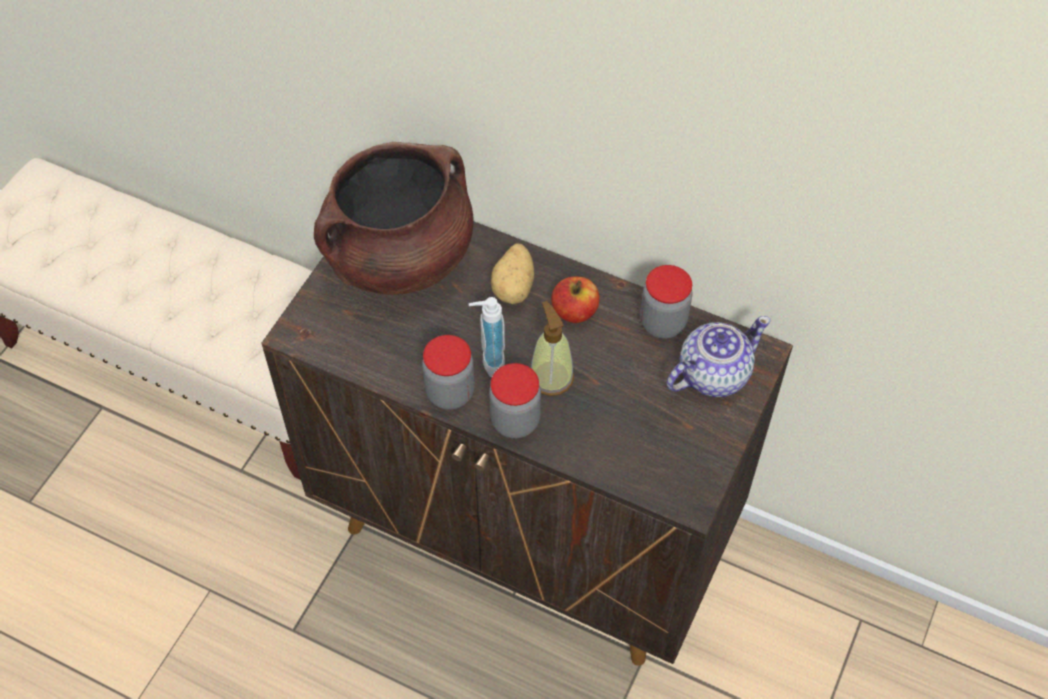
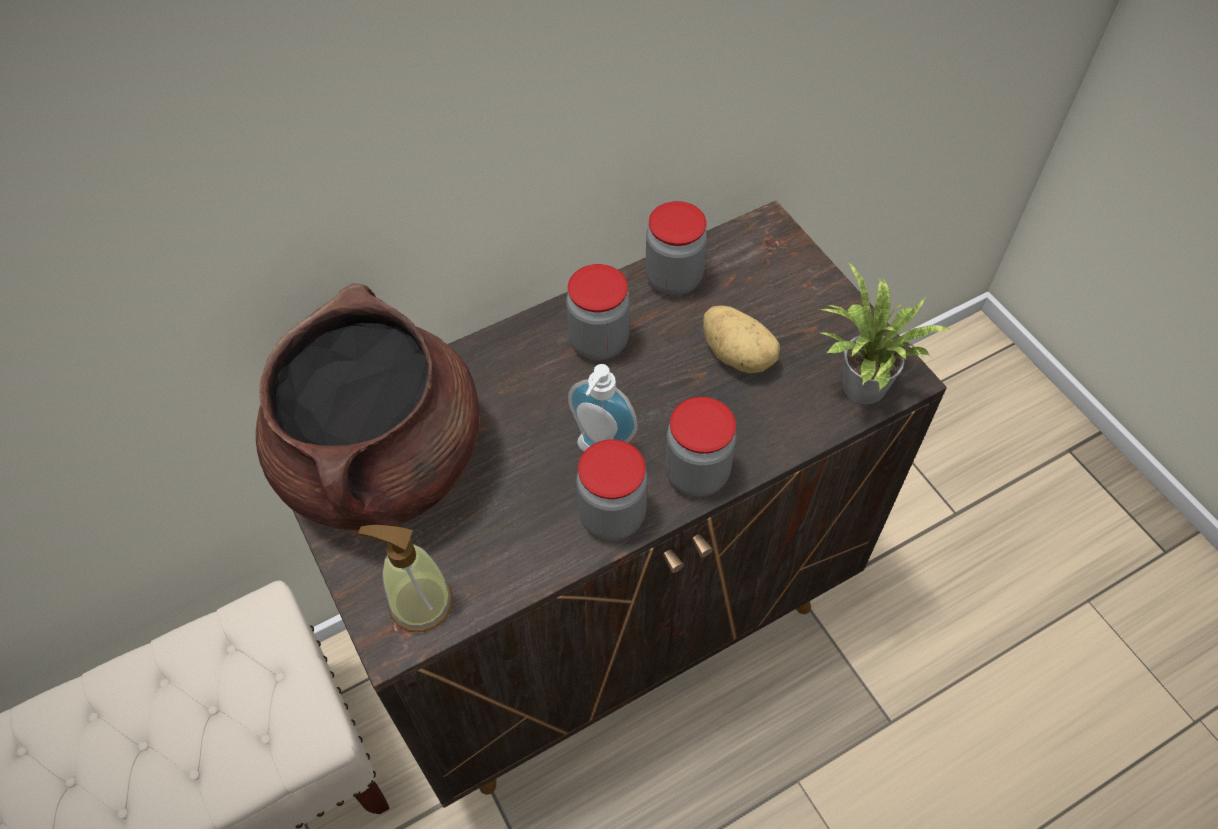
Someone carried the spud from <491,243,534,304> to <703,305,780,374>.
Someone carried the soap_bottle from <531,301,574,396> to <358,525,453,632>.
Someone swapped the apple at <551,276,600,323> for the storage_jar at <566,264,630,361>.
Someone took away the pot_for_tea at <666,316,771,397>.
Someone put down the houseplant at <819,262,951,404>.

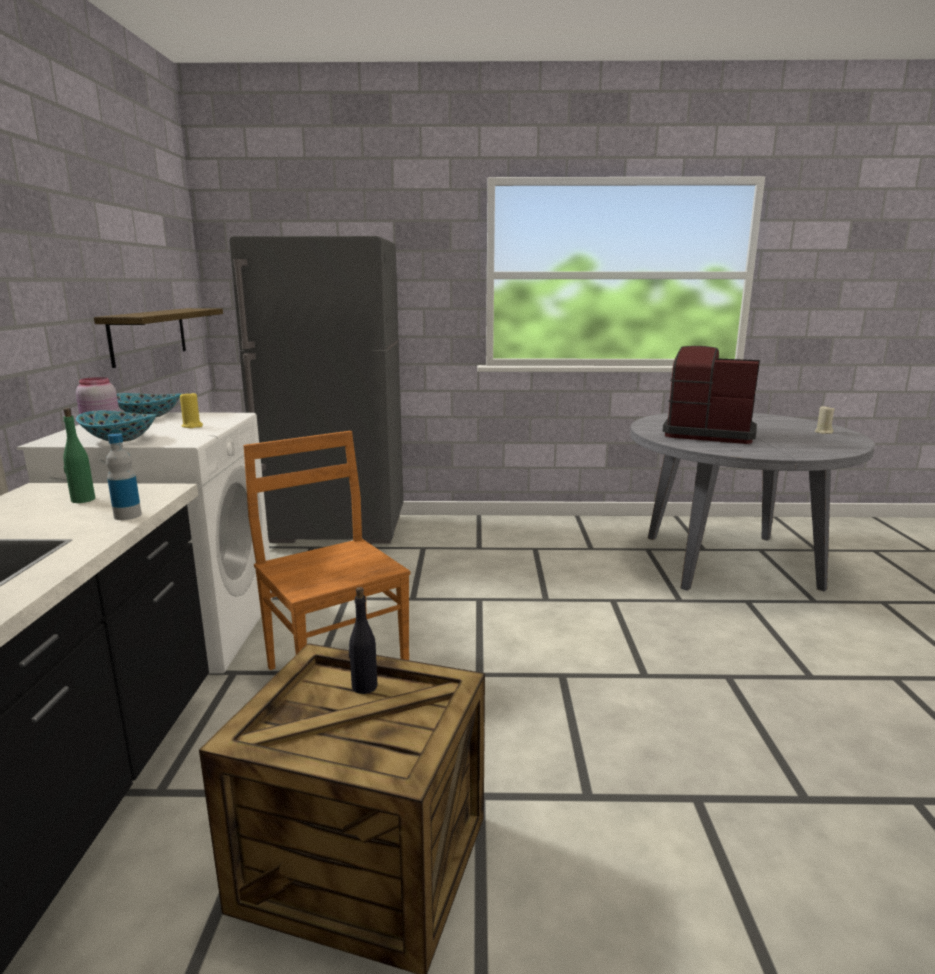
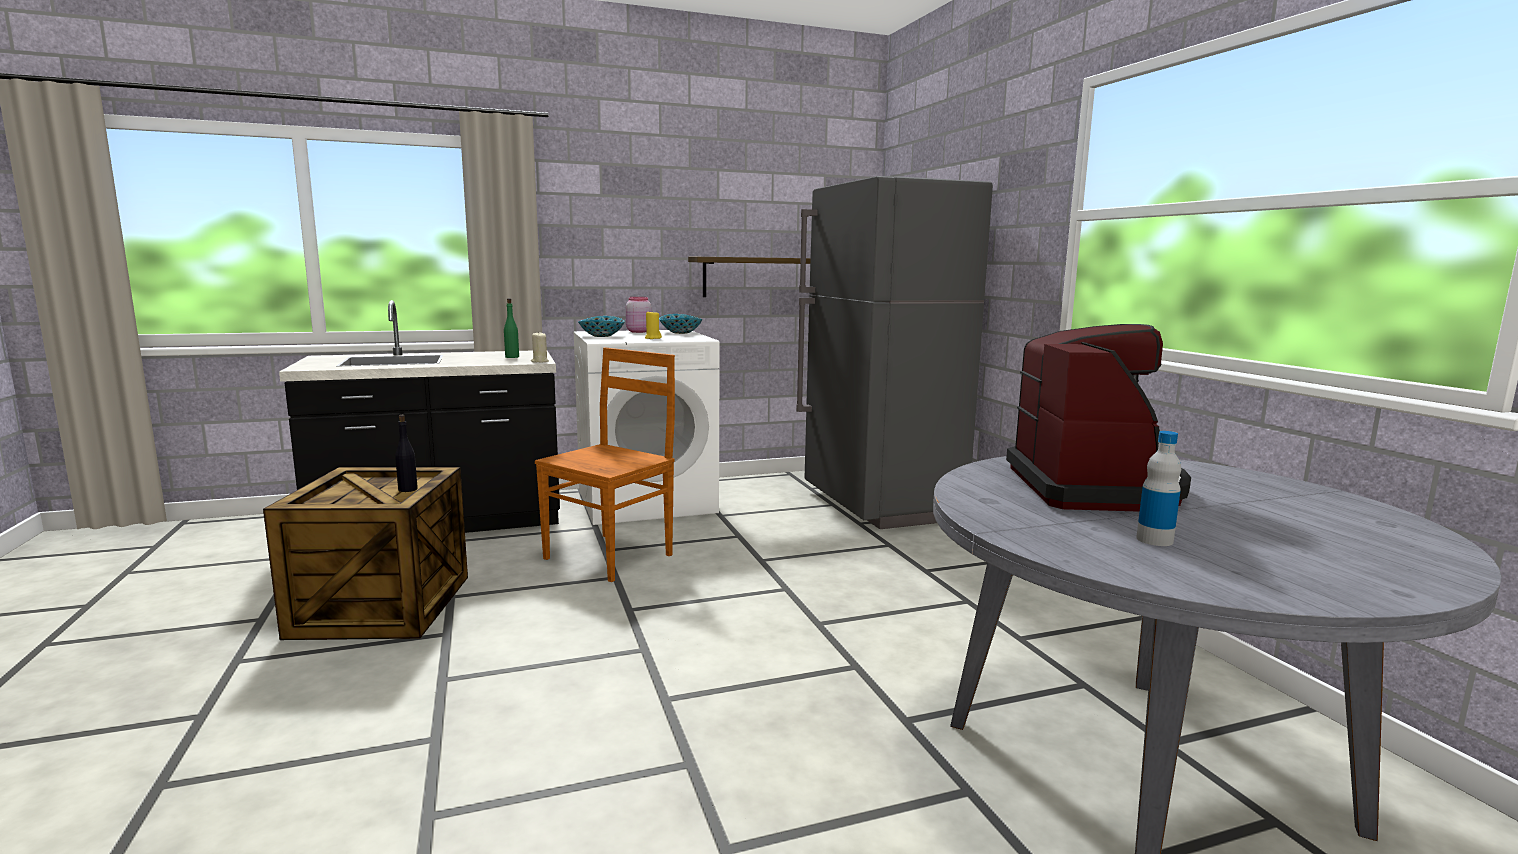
Someone carried the beverage_bottle from <106,433,142,520> to <1136,431,1181,546>.
Someone carried the sand-coloured_candle from <815,406,835,434> to <531,331,549,363>.

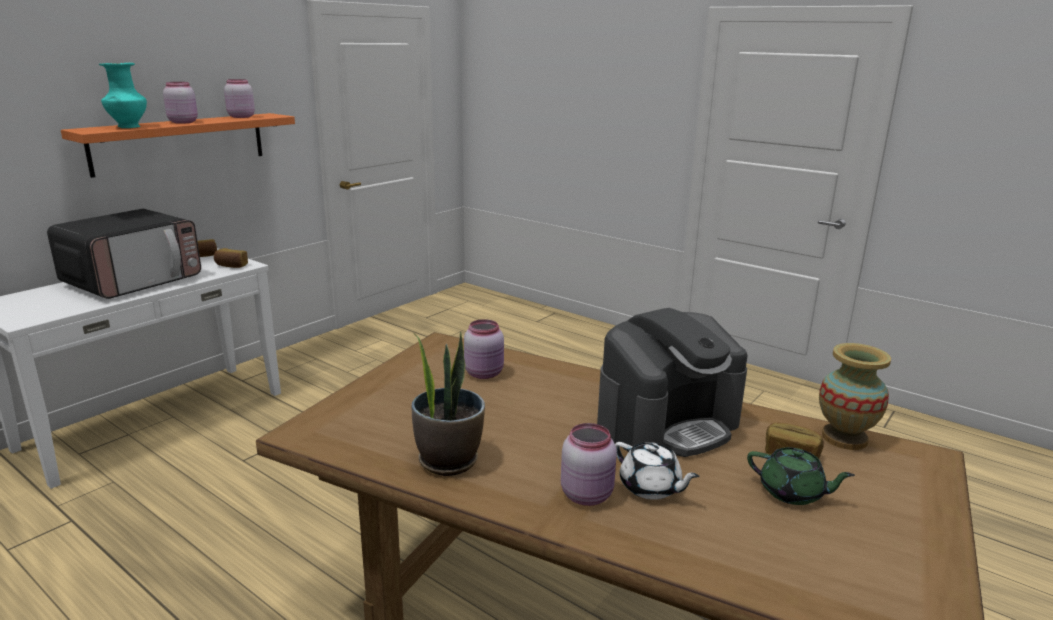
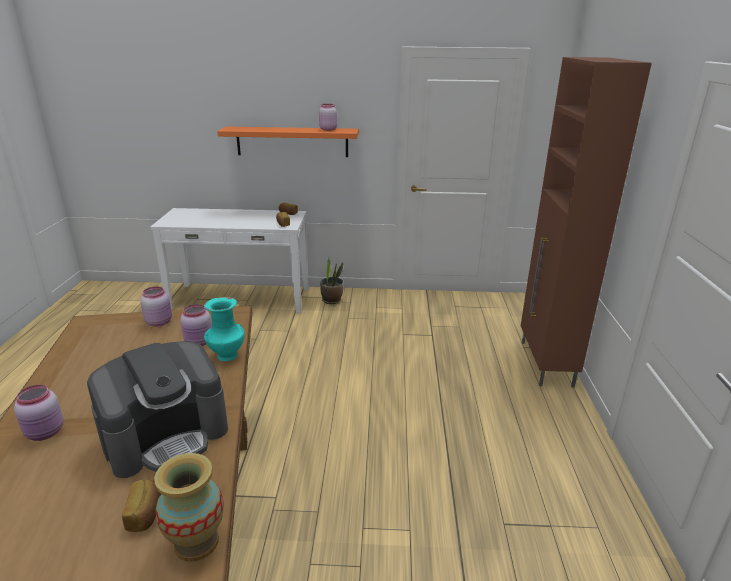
Someone took away the microwave at <47,209,201,299>.
Someone carried the turquoise-coloured_decorative_vase from <99,63,147,128> to <204,297,245,361>.
Someone carried the pink_storage_jar from <163,82,198,124> to <140,286,172,327>.
Someone carried the houseplant from <412,332,485,476> to <320,257,344,304>.
Someone rotated the coffee_machine at <597,308,748,457> by 60 degrees counterclockwise.
Someone took away the white_pot_for_tea at <615,442,700,500>.
Someone took away the green_pot_for_tea at <747,447,855,505>.
Someone put down the brownish_cupboard at <521,57,652,388>.

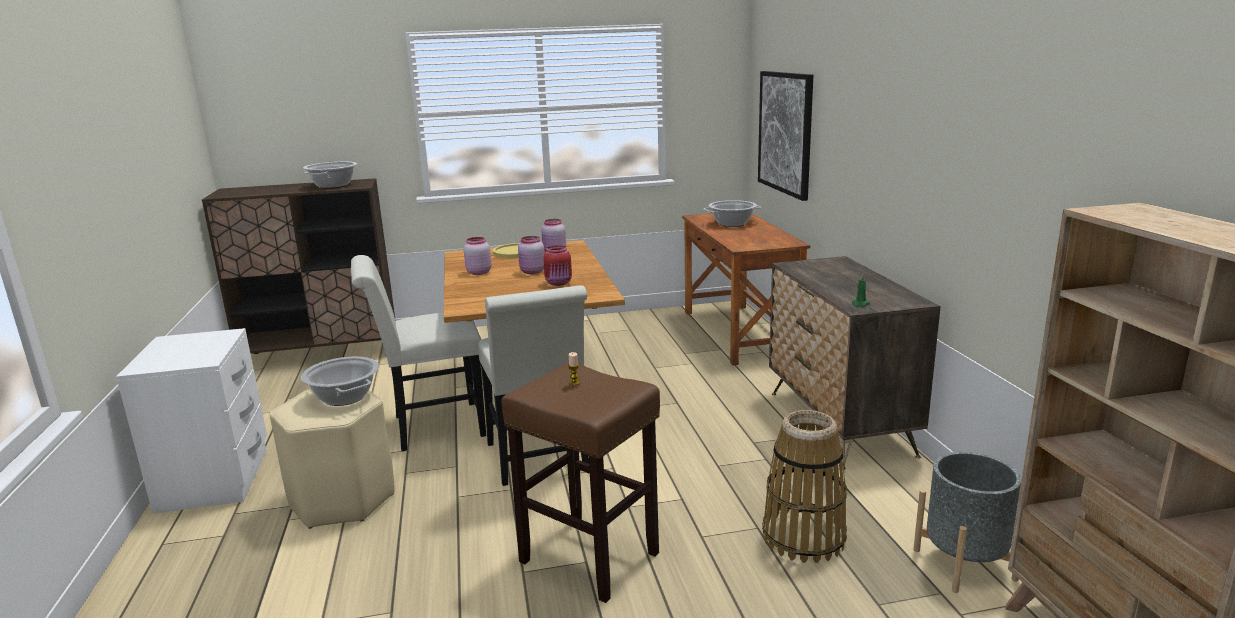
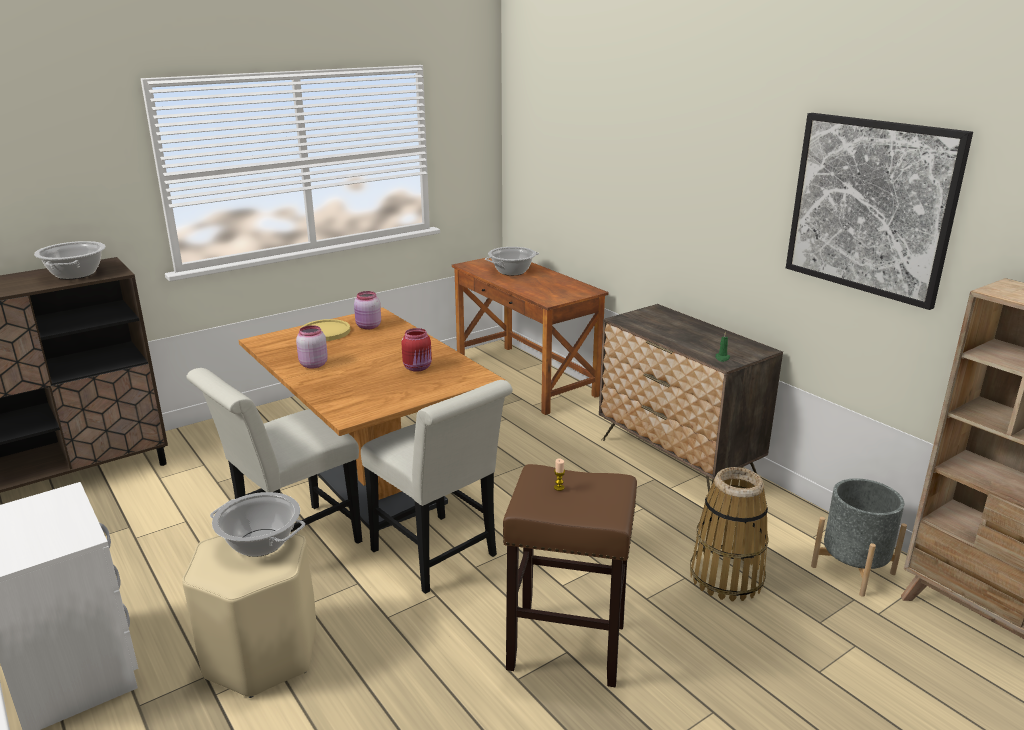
Someone took away the pink_storage_jar at <518,236,545,274>.
Someone carried the wall_art from <758,71,813,201> to <786,113,973,310>.

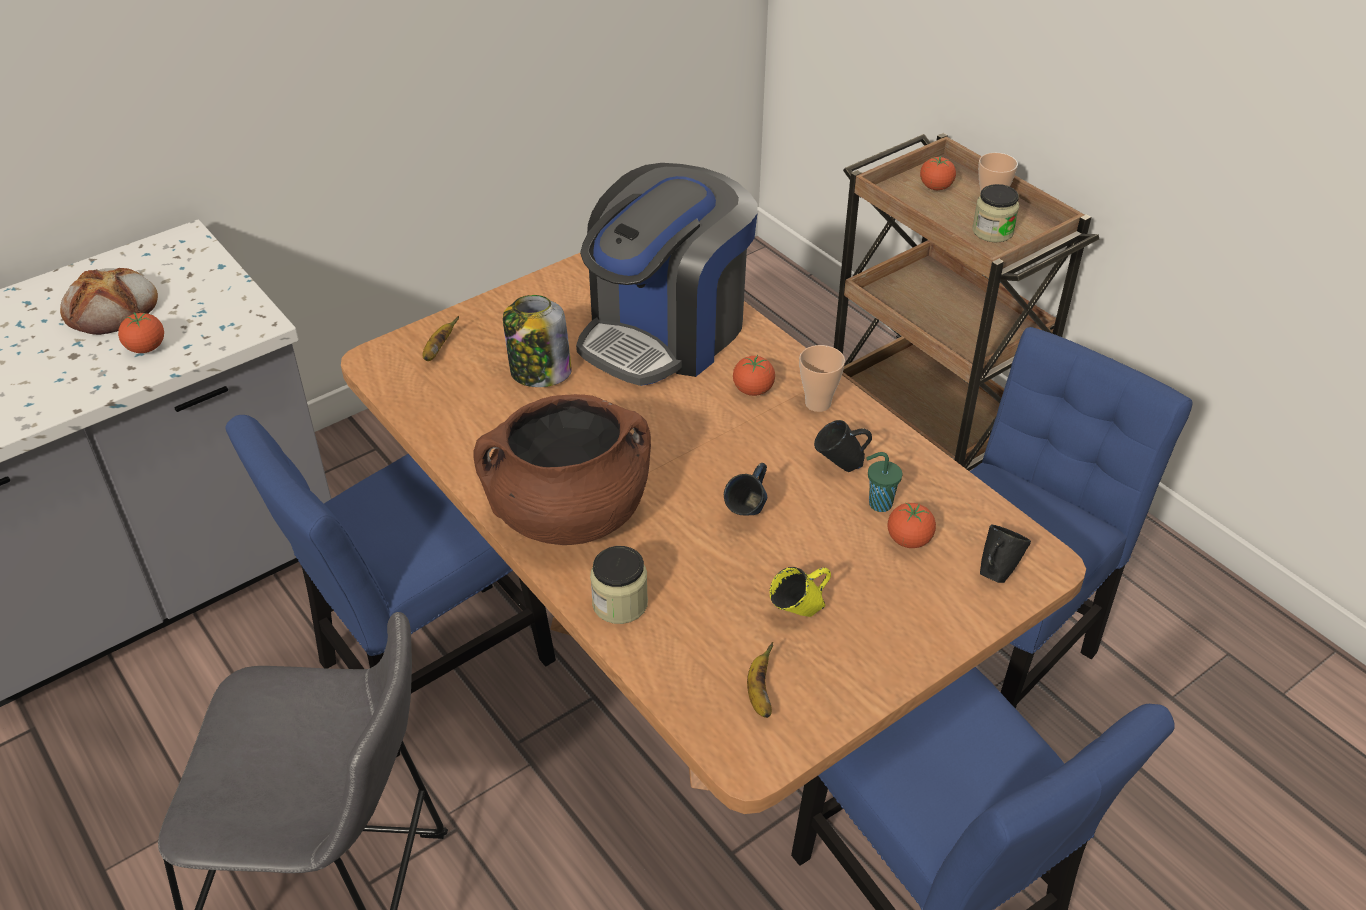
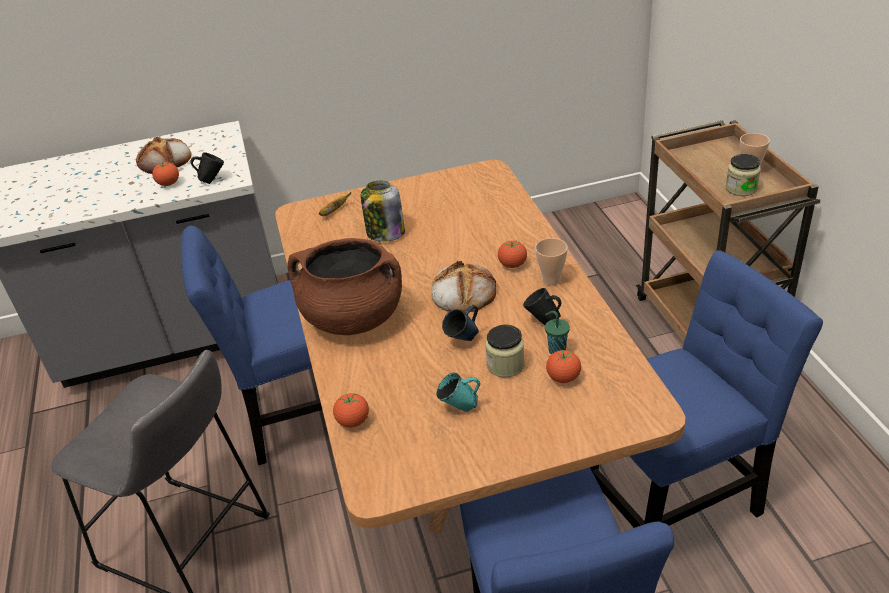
Someone took away the coffee_machine at <576,163,758,386>.
Someone carried the storage_jar from <590,546,648,624> to <485,325,524,378>.
Someone took away the whole_banana at <747,642,773,718>.
Someone repainted the yellow_tea_mug at <770,567,831,617>, which became the turquoise-coloured_tea_mug at <437,373,480,412>.
Someone carried the whole_tomato from <920,156,956,190> to <333,393,369,427>.
Someone carried the black-coloured_tea_mug from <980,524,1031,583> to <190,152,224,184>.
Someone put down the bread at <431,261,496,312>.

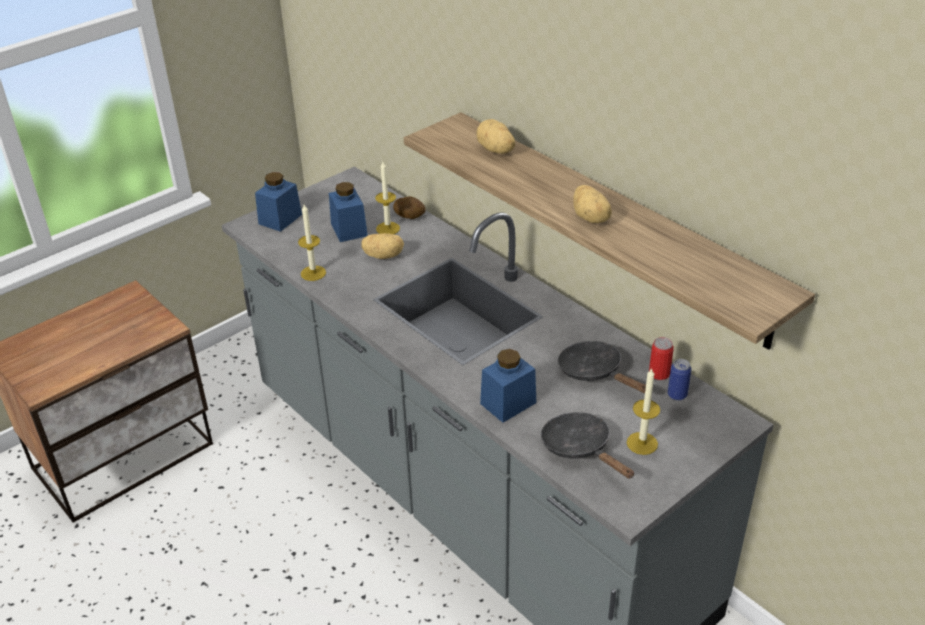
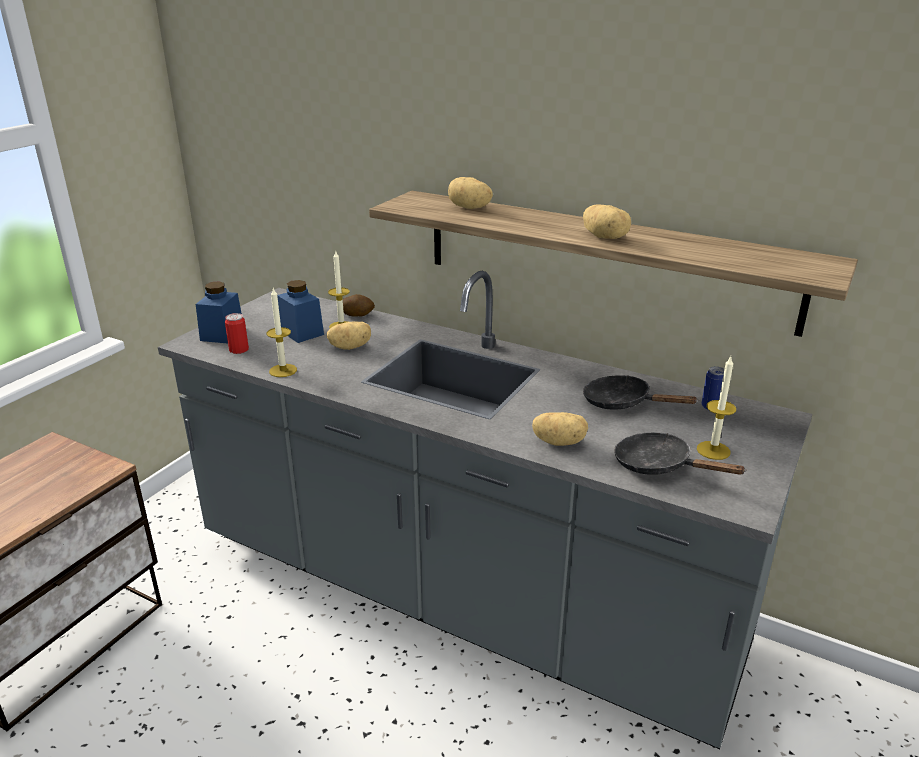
Someone swapped the blue_storage_jar at <480,349,536,423> for the spud at <532,412,588,446>.
Someone carried the sealed_can from <649,337,674,380> to <225,313,249,354>.

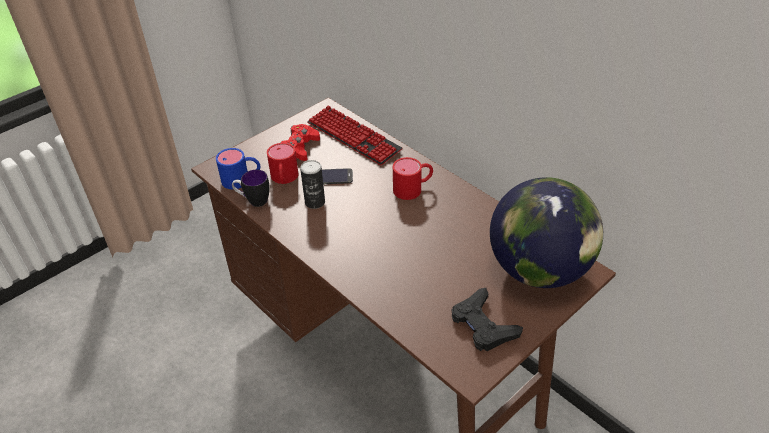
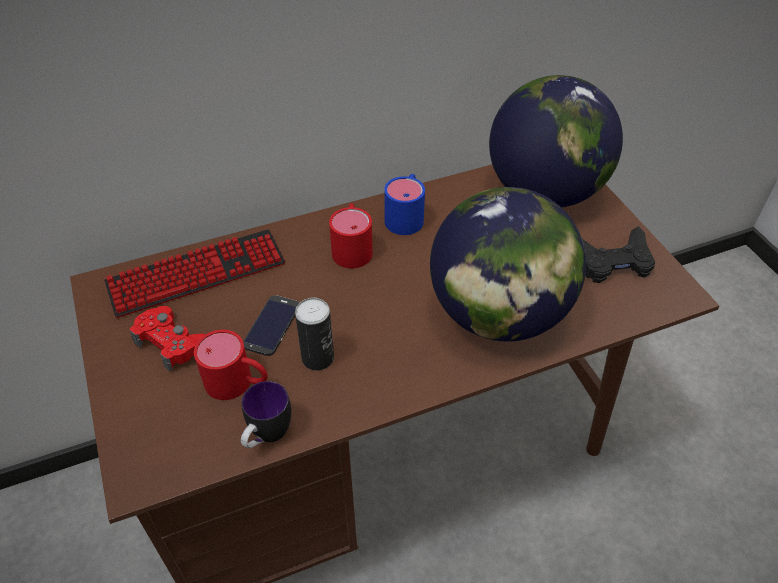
Someone carried the blue_tea_mug from <216,148,260,189> to <384,174,425,235>.
Someone put down the globe at <430,187,586,341>.

